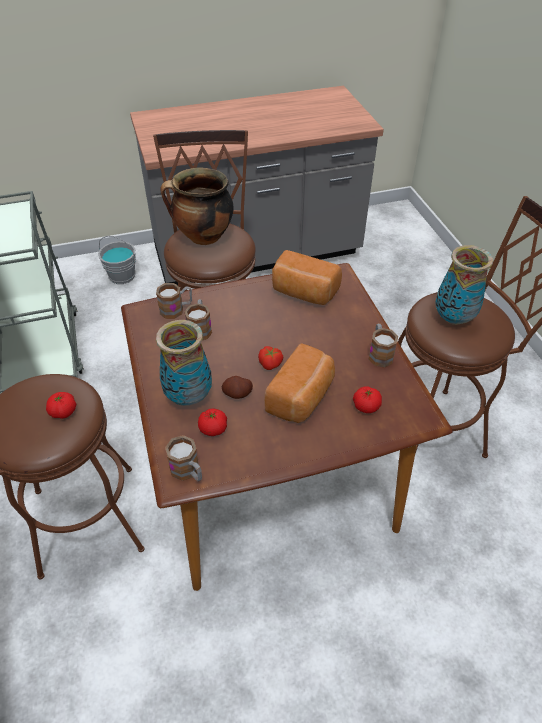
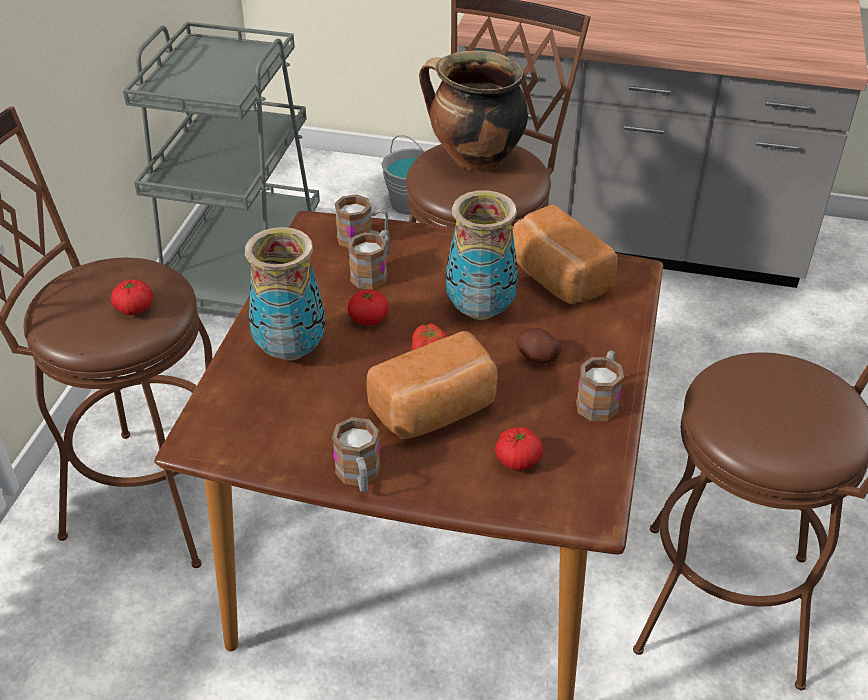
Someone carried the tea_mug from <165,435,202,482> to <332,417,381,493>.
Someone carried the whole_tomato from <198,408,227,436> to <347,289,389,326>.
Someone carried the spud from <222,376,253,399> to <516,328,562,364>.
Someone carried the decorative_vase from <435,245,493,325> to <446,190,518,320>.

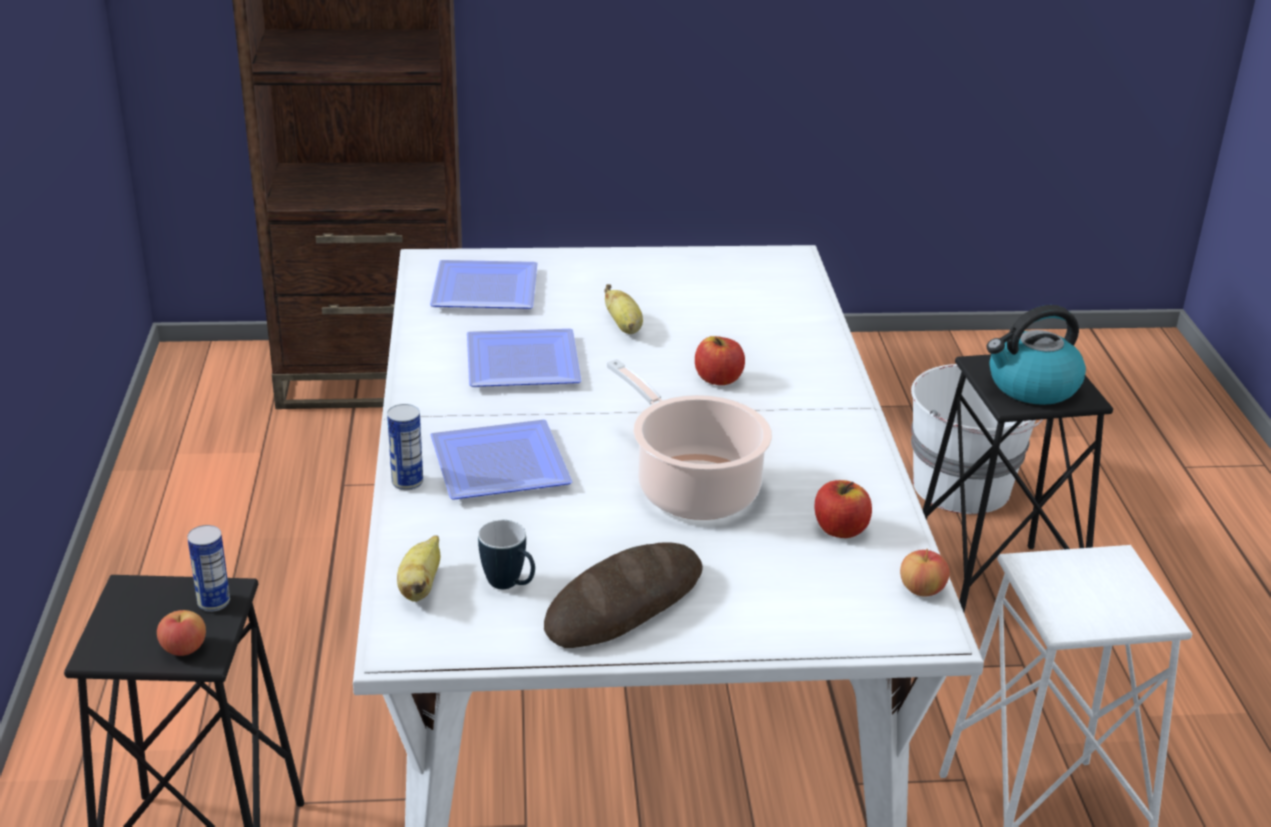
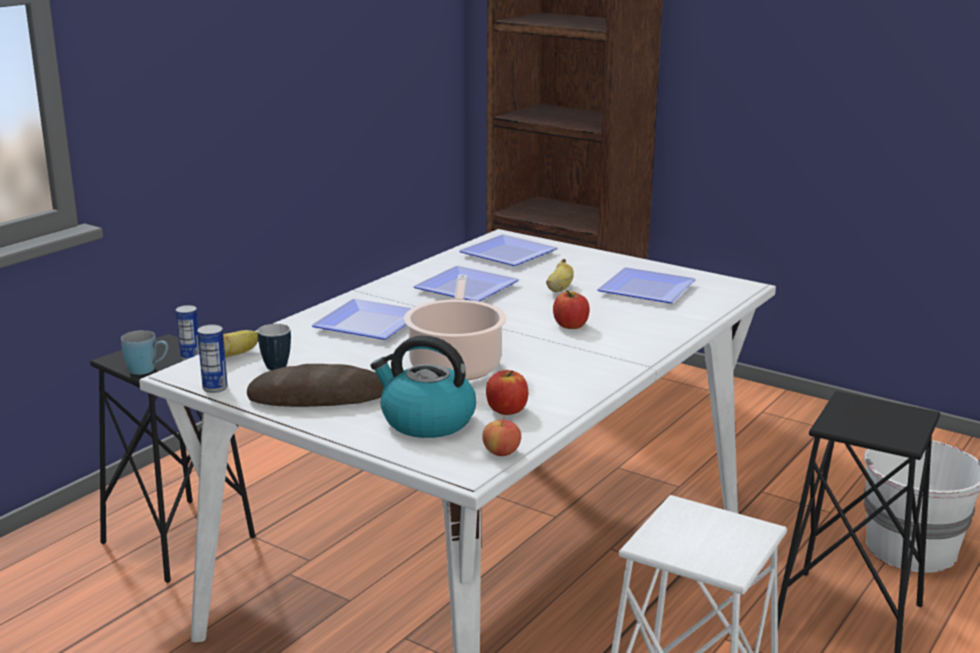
Someone swapped the apple at <157,610,206,656> for the blue_tea_mug at <121,330,168,375>.
Someone carried the sealed_can from <387,404,423,490> to <197,324,228,393>.
Someone carried the water_kettle from <986,305,1086,405> to <370,335,476,438>.
Someone put down the plate at <597,267,696,303>.

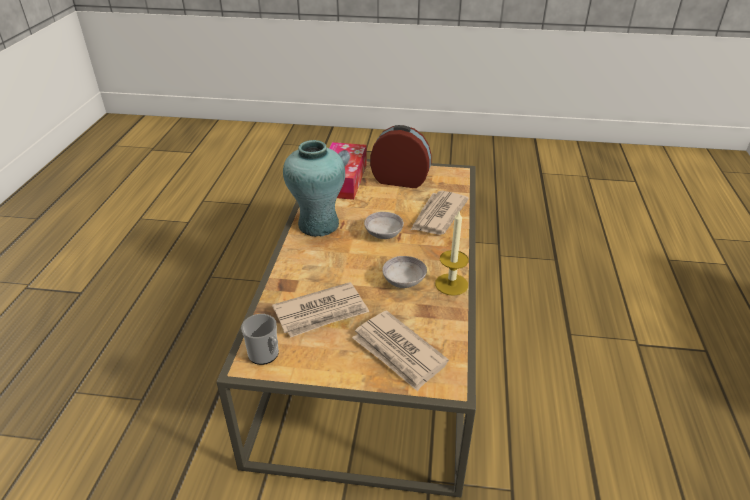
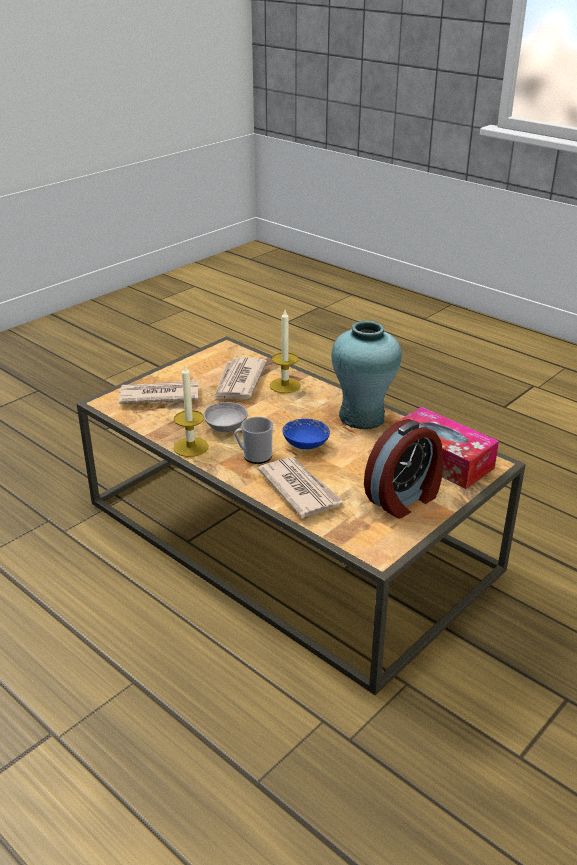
Someone carried the tea_mug from <241,314,279,365> to <234,417,273,464>.
Someone repainted the gray_bowl at <364,212,404,239>, which became the blue_bowl at <282,419,330,449>.
Someone put down the candle at <270,310,301,393>.

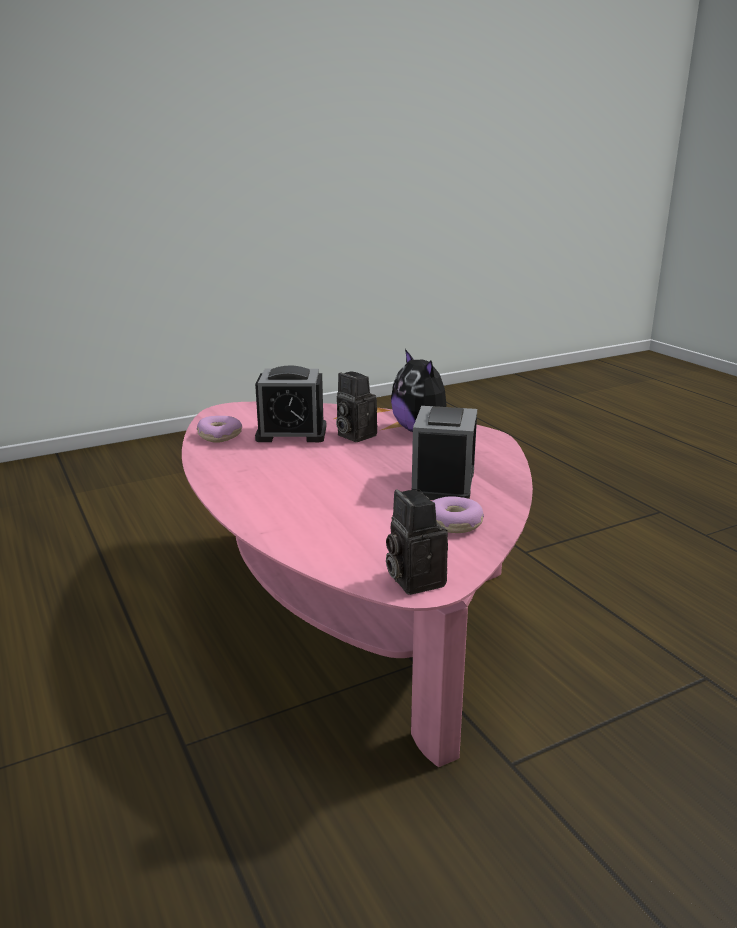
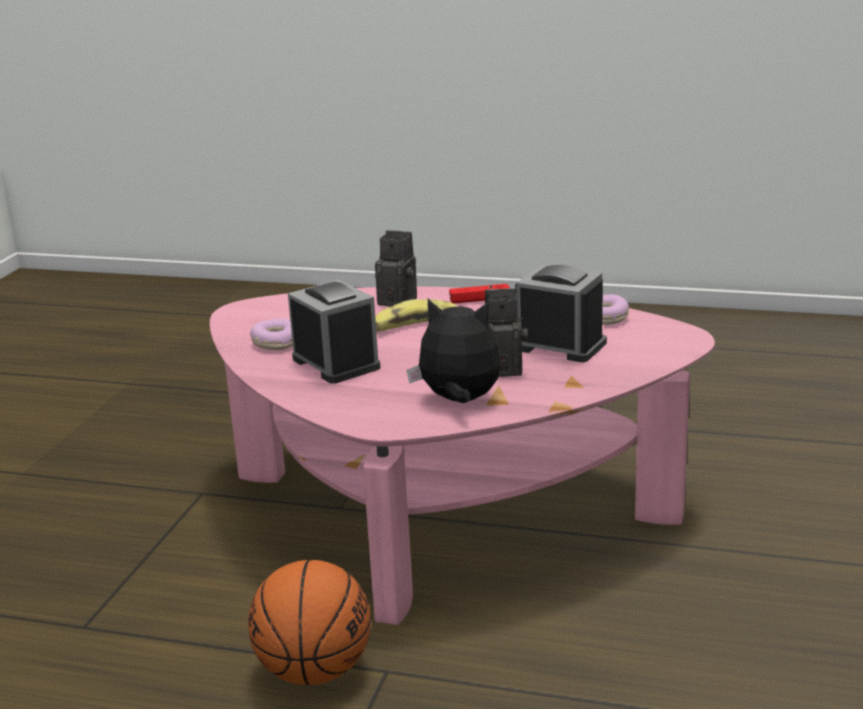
Someone rotated the bedside_clock at <255,365,326,442> by 75 degrees clockwise.
Someone carried the photo_camera from <386,489,448,595> to <375,230,417,306>.
Someone put down the basketball_ball at <248,560,371,685>.
Someone put down the whole_banana at <375,299,458,331>.
Someone put down the red-coloured_gamepad at <449,284,510,303>.

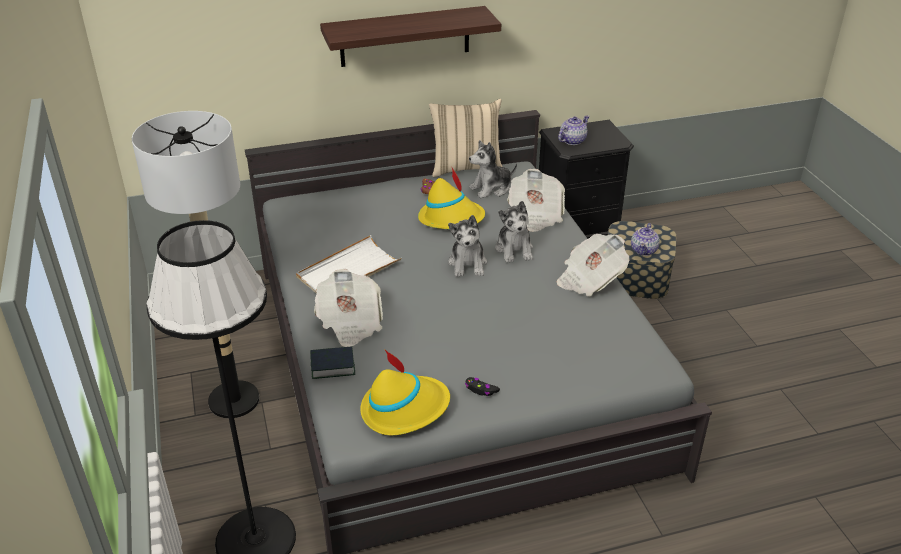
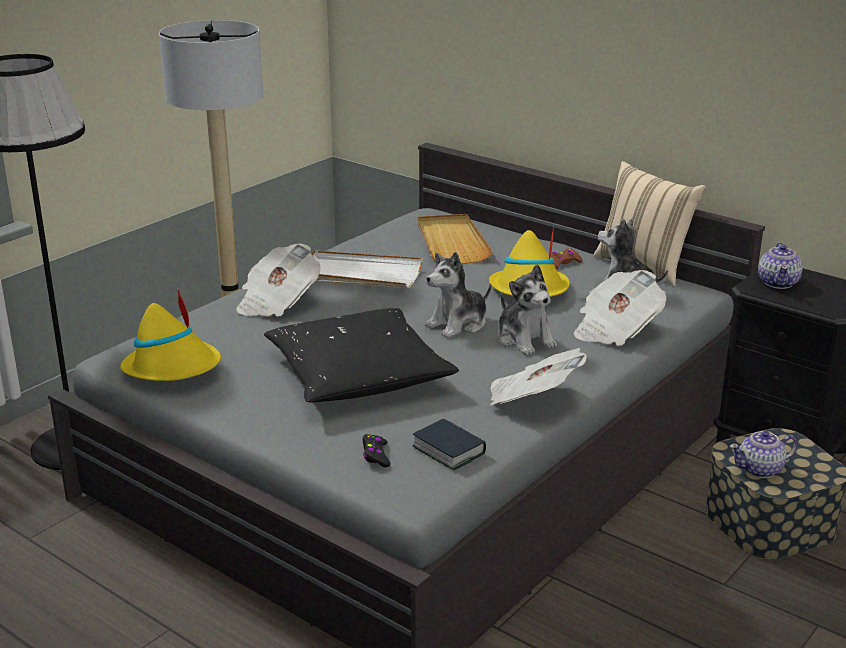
Someone carried the bound_book from <310,346,355,379> to <413,418,486,471>.
Someone took away the shelf at <320,6,501,67>.
Someone carried the black-coloured_gamepad from <465,377,500,396> to <362,434,391,467>.
Someone rotated the plush_toy at <495,201,533,263> by 75 degrees counterclockwise.
Someone rotated the pot_for_tea at <558,115,590,145> by 90 degrees clockwise.
Someone put down the black-coloured_pillow at <264,308,459,403>.
Someone put down the sand-coloured_tray at <418,214,493,264>.

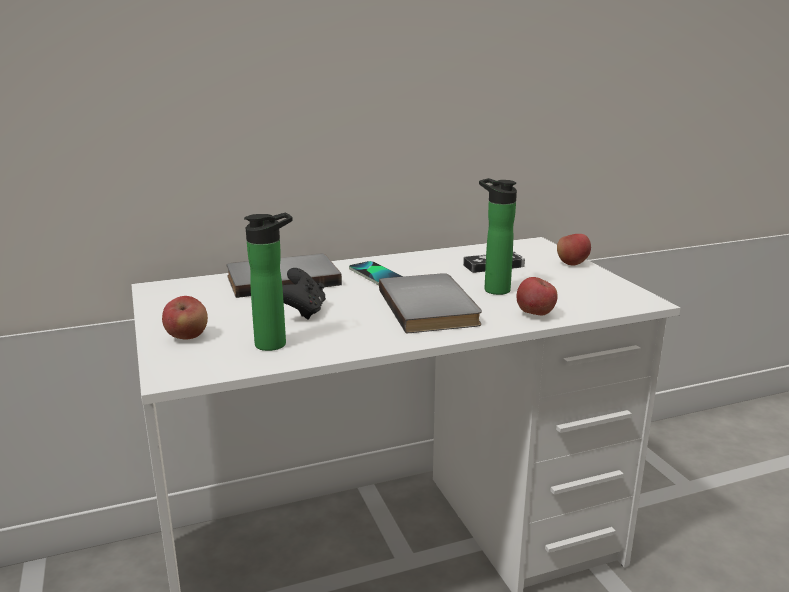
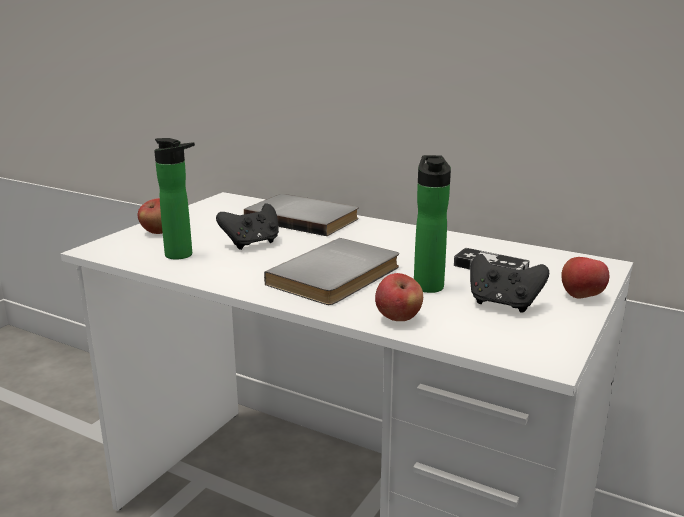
Someone took away the telephone at <349,261,403,285>.
Someone put down the black-coloured_gamepad at <470,254,549,313>.

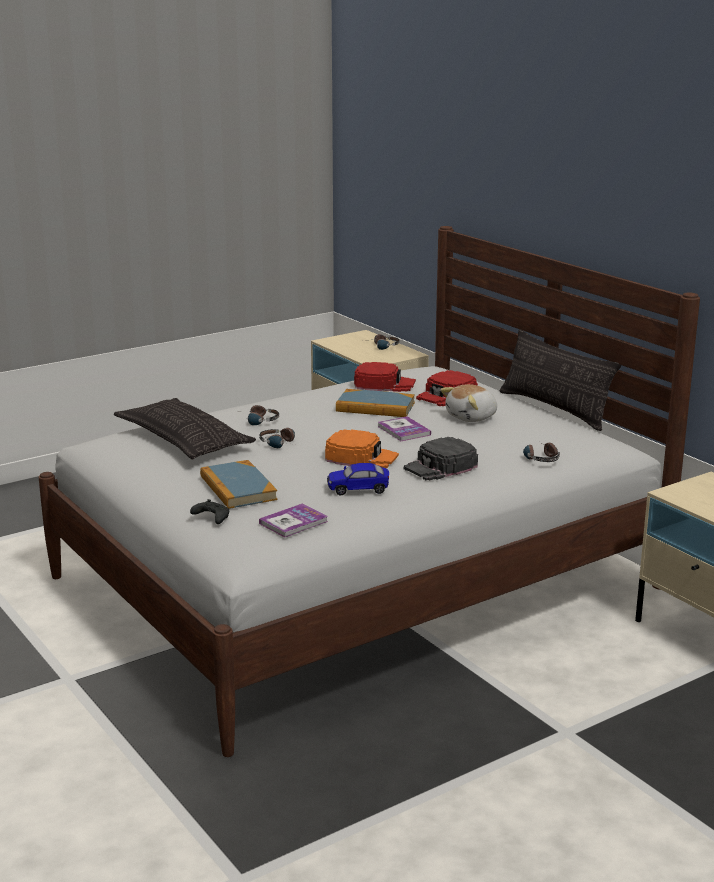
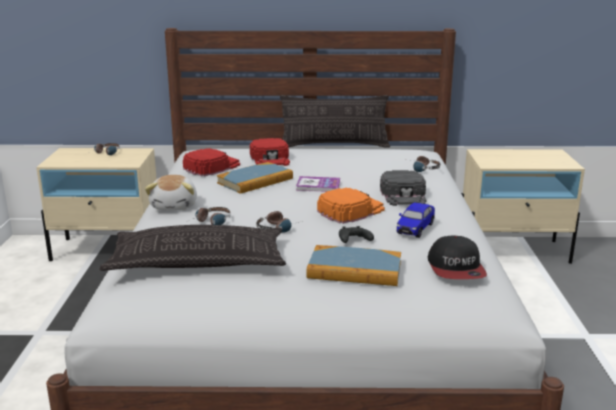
Someone carried the black-coloured_gamepad from <190,499,229,524> to <339,226,374,243>.
Someone swapped the bound_book at <259,504,328,537> for the peaked_cap at <428,235,487,279>.
Someone carried the plush_toy from <440,384,497,422> to <145,175,197,211>.

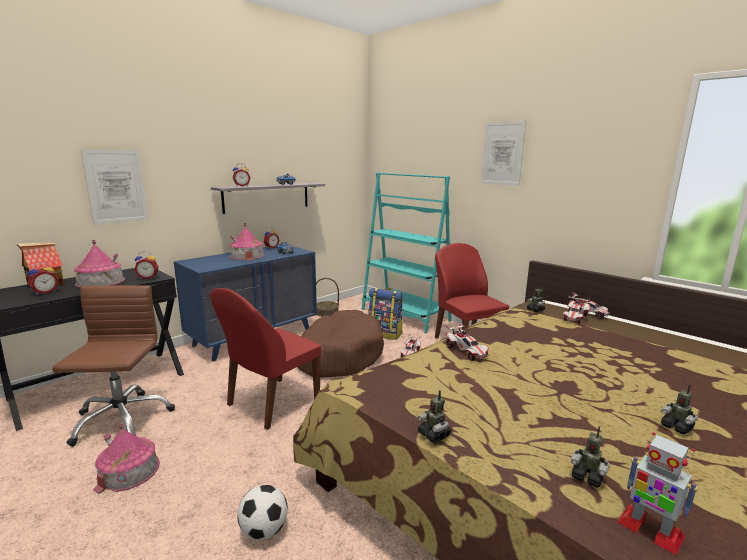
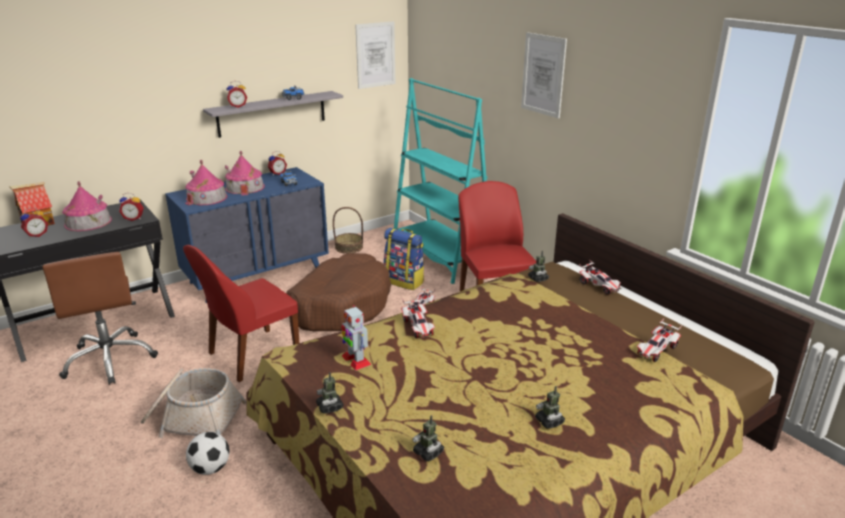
Someone rotated the brownish_computer_chair at <52,285,175,447> by 150 degrees clockwise.
Someone carried the wall_art from <80,149,149,225> to <355,21,395,89>.
Someone carried the toy_house from <93,422,160,494> to <185,160,227,205>.
Someone carried the toy_car from <563,295,590,324> to <637,319,682,362>.
Someone carried the model_robot from <617,432,698,556> to <341,305,372,371>.
Someone put down the storage_basket at <141,368,247,438>.

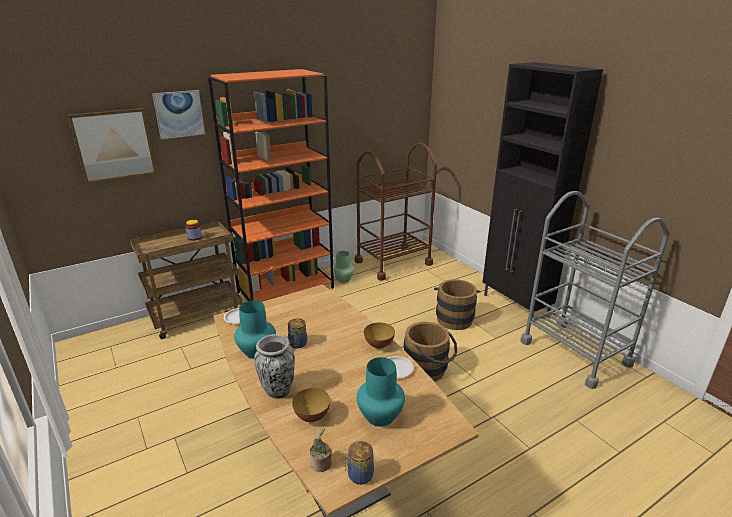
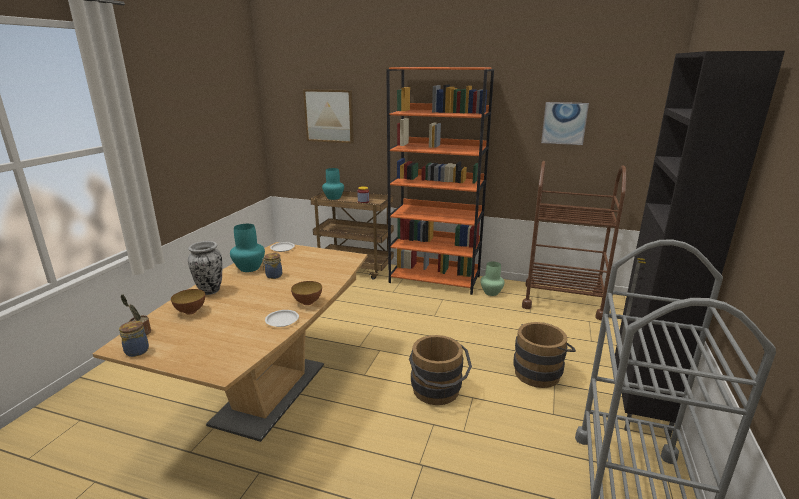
Someone carried the wall_art from <152,90,205,140> to <541,102,589,145>.
Someone carried the turquoise-coloured_decorative_vase from <357,357,405,427> to <322,168,344,200>.

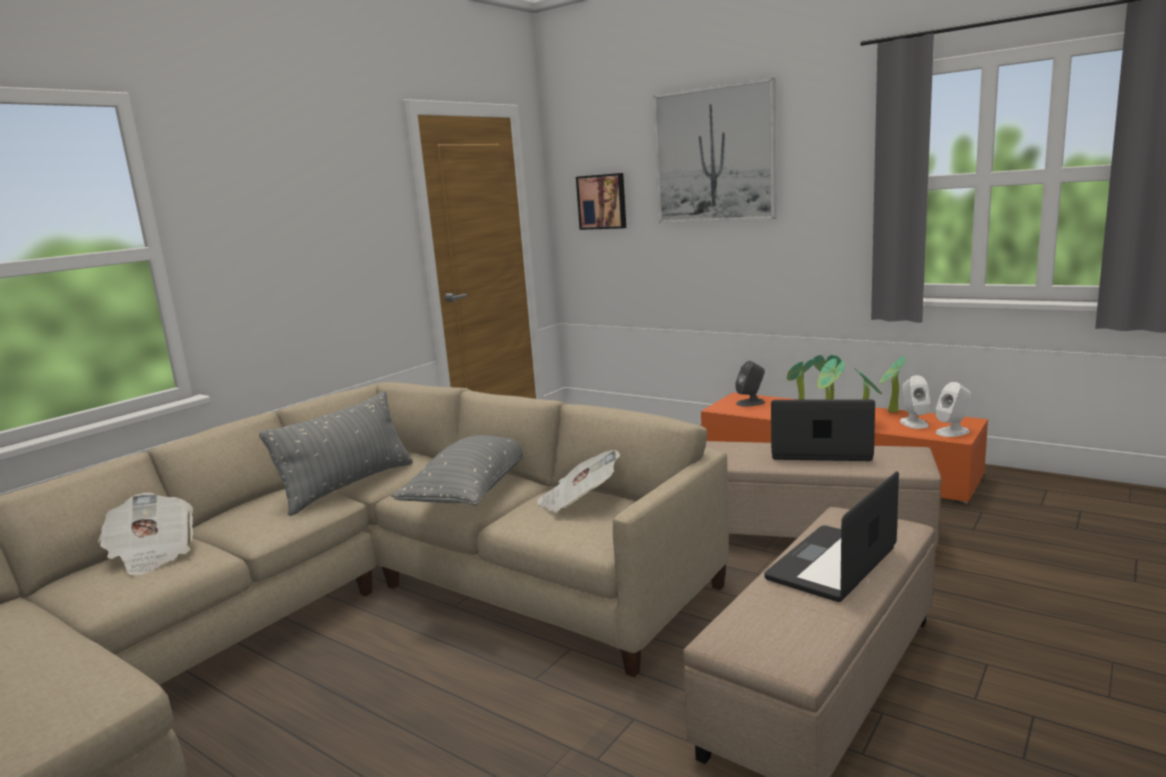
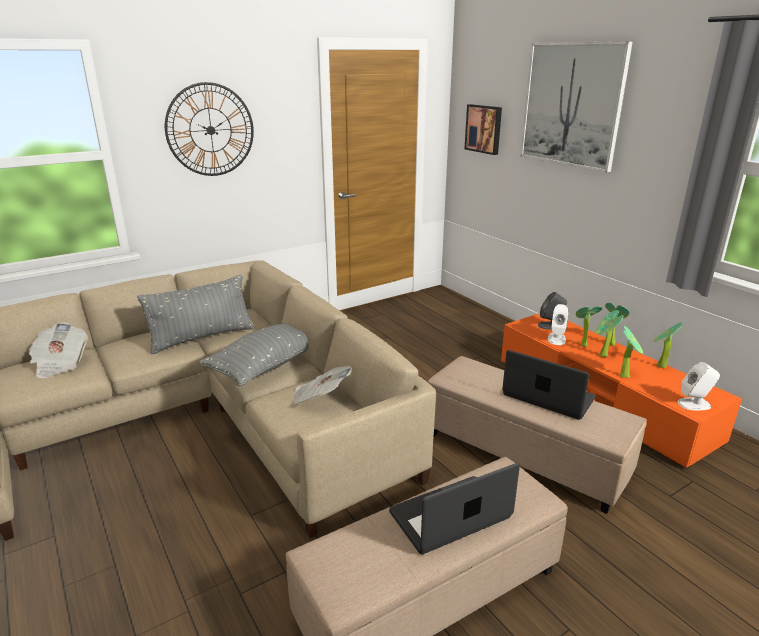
Someone carried the white_speaker from <900,375,931,429> to <548,304,568,345>.
Someone put up the hanging_clock at <165,82,254,176>.

